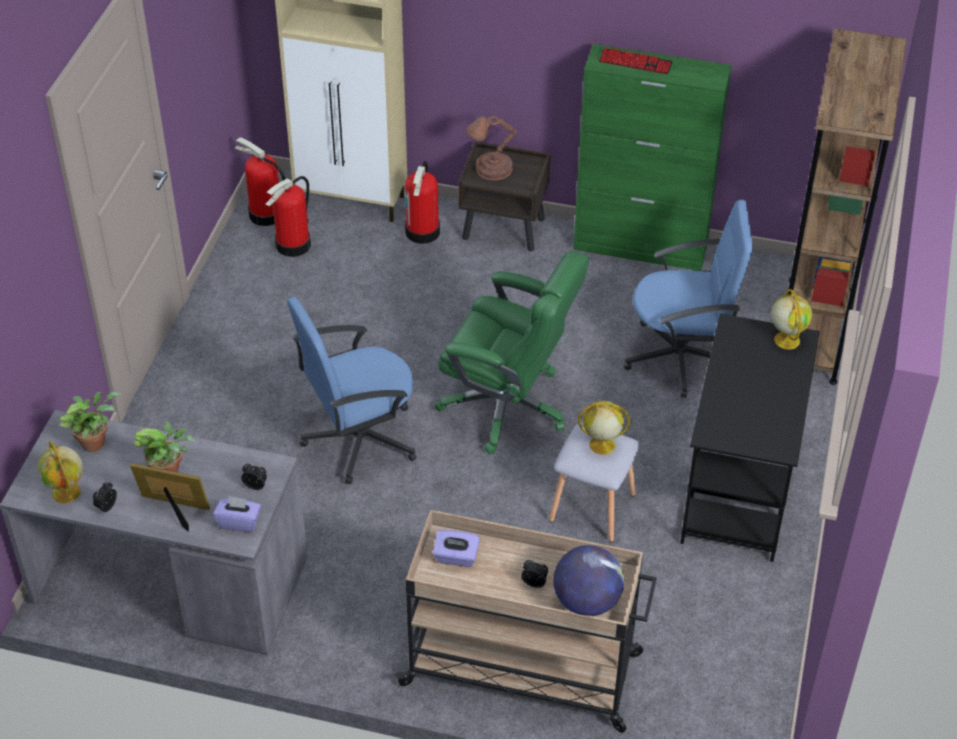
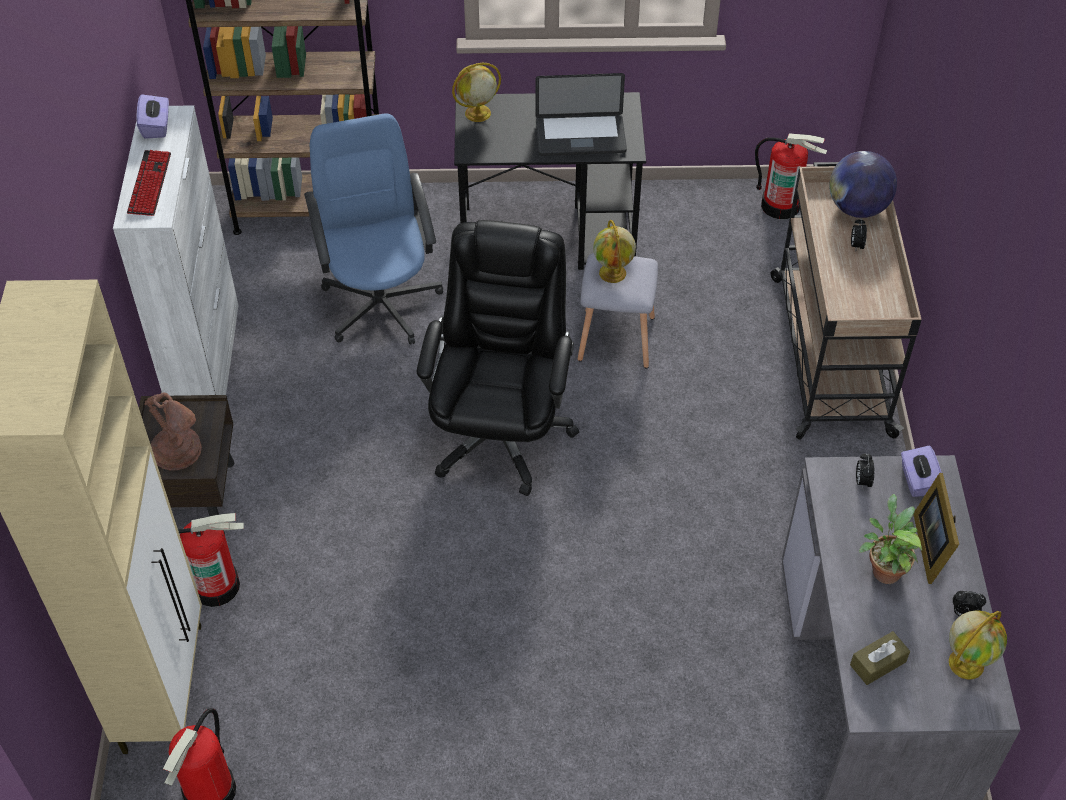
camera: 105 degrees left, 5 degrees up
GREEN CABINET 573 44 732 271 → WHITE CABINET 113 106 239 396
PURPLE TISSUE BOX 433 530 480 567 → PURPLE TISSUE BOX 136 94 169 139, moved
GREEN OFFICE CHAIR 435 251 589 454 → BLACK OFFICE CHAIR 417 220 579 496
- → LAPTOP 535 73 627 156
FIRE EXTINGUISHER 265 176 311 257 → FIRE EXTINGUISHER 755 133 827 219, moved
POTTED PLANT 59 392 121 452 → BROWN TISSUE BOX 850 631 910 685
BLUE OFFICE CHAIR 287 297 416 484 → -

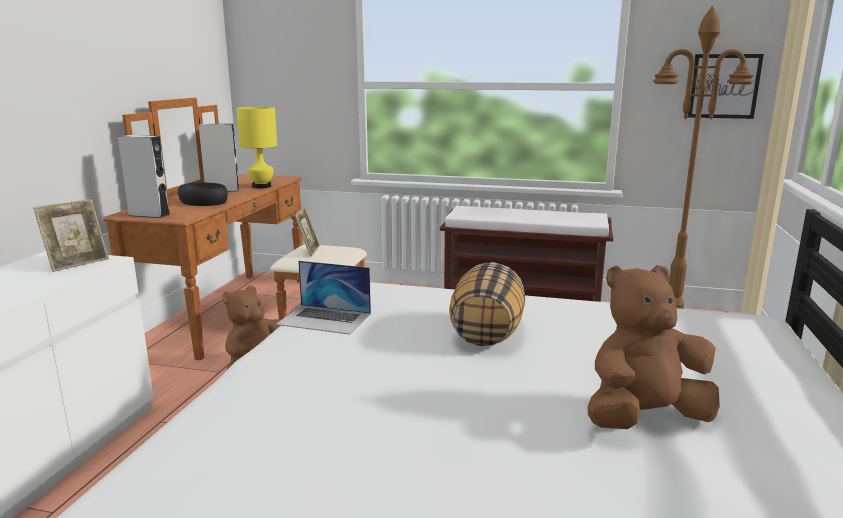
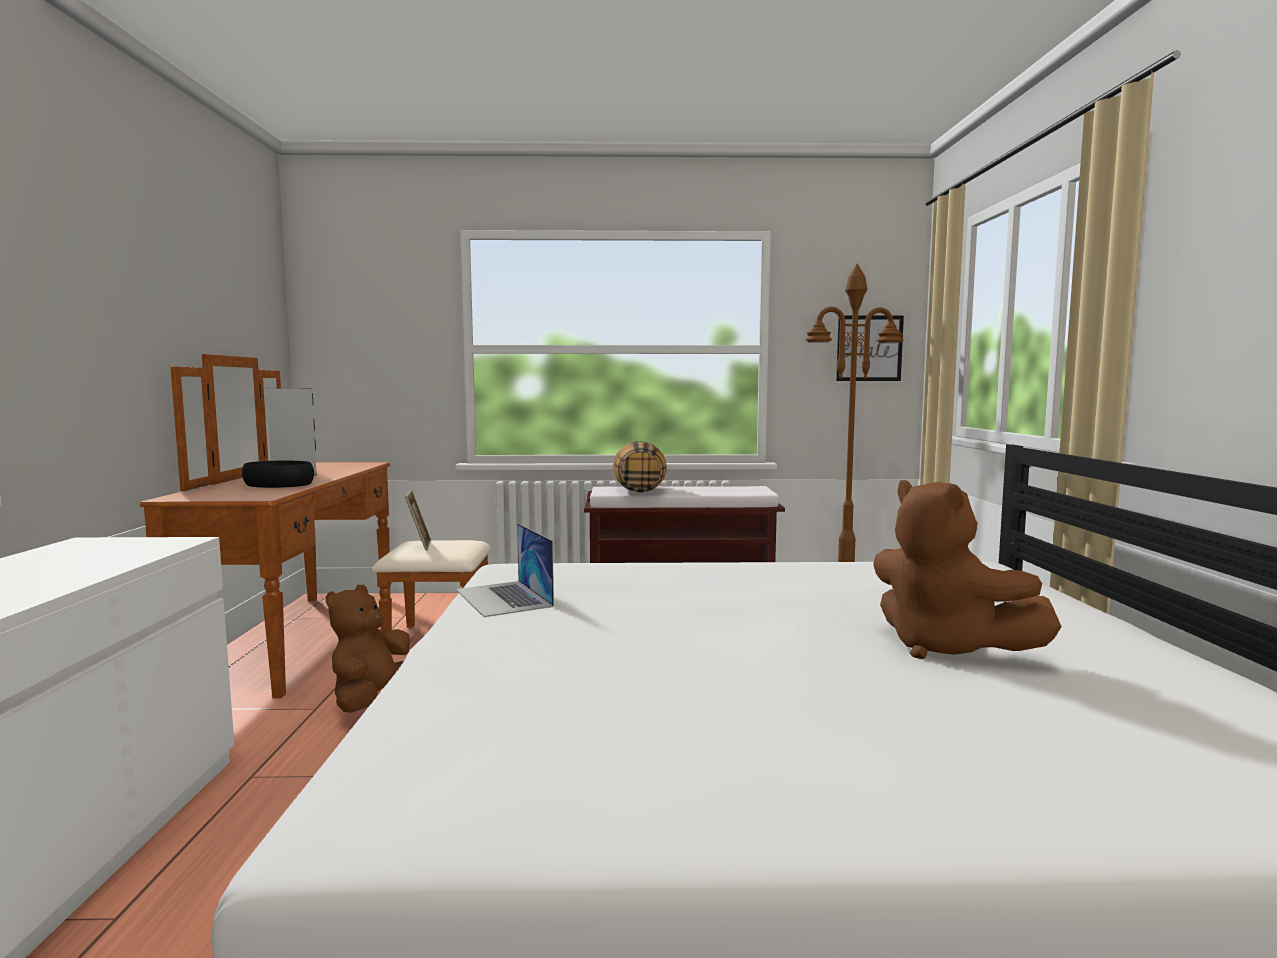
camera: 15 degrees left, 10 degrees down
LAPTOP 276 261 371 335 → LAPTOP 456 523 554 617, 60 degrees clockwise
PILLOW 449 262 525 346 → PILLOW 613 441 667 493, moved
BROWN PLUSH TOY 588 265 720 429 → BROWN PLUSH TOY 873 480 1062 659, 90 degrees counterclockwise
PICTURE FRAME 33 199 109 272 → -
GREY SPEAKER 118 135 170 218 → -
YELLOW TABLE LAMP 236 107 277 189 → -

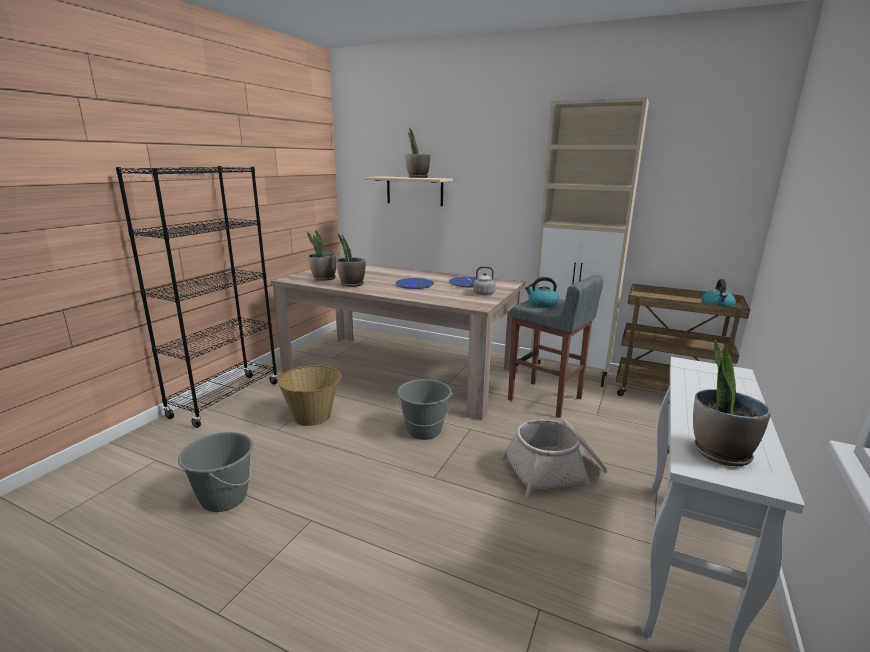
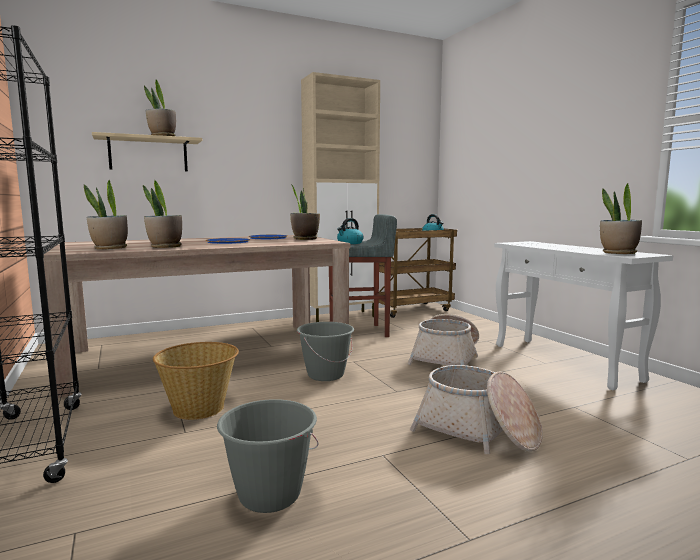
camera: 50 degrees left, 10 degrees down
GREY KETTLE 467 266 496 295 → POTTED PLANT 290 184 320 240
- → BASKET 410 365 543 454

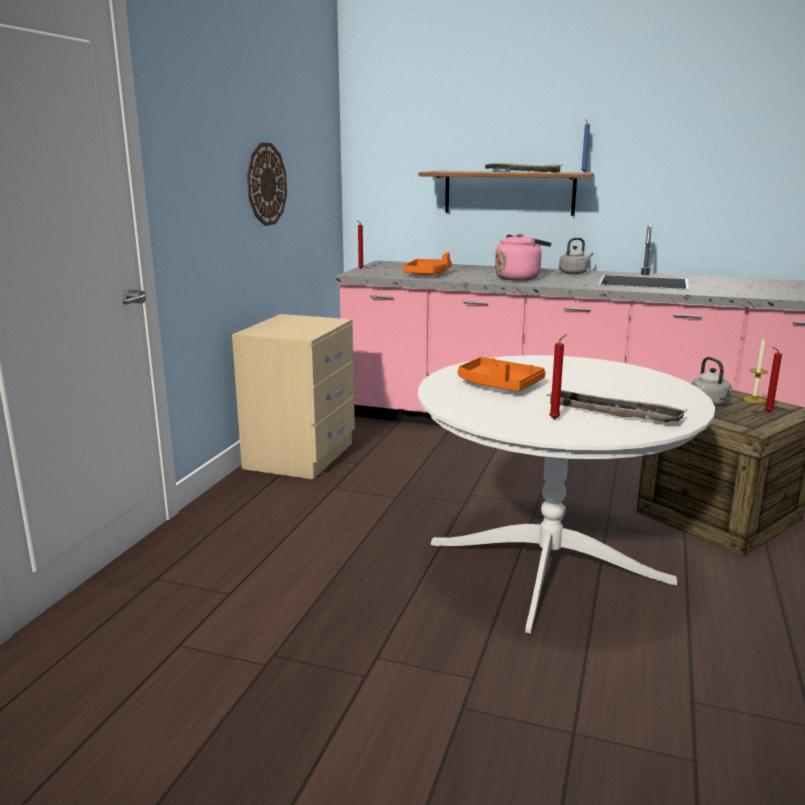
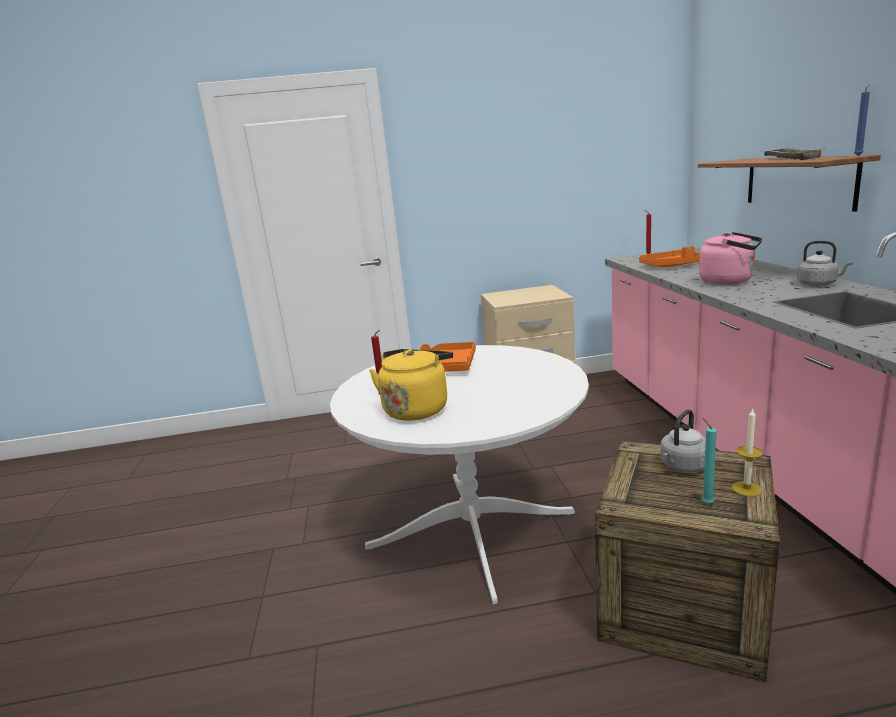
camera: 65 degrees right, 0 degrees up
TRAY 546 390 687 422 → YELLOW KETTLE 369 349 453 421
RED CANDLE 765 347 782 412 → TURQUOISE CANDLE 702 418 717 504
WALL CLOCK 247 143 287 226 → -

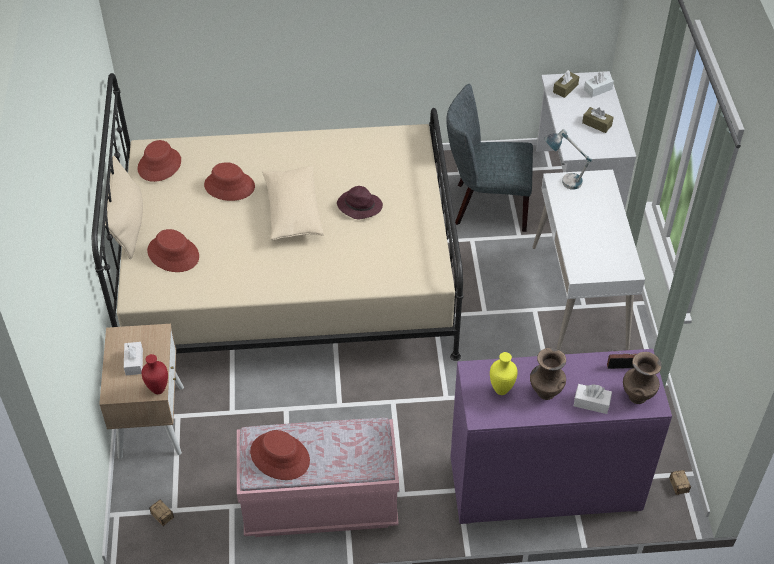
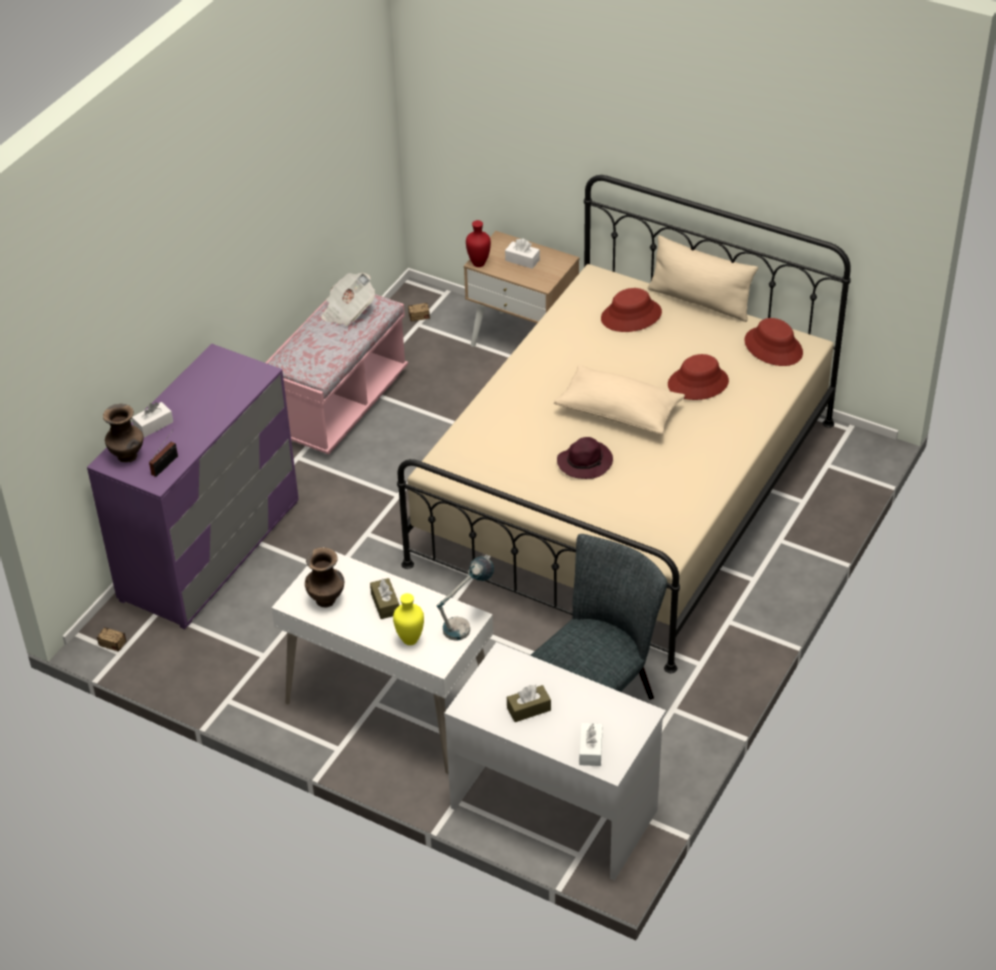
camera: 125 degrees right, 5 degrees down
BROWN VASE 530 348 566 400 → BROWN VASE 305 547 344 608, moved
RED HAT 250 430 310 480 → NEWSPAPER 321 273 375 326
BROWN TISSUE BOX 553 70 579 98 → BROWN TISSUE BOX 370 578 399 619, moved
YELLOW VASE 490 352 518 395 → YELLOW VASE 393 593 424 645, moved

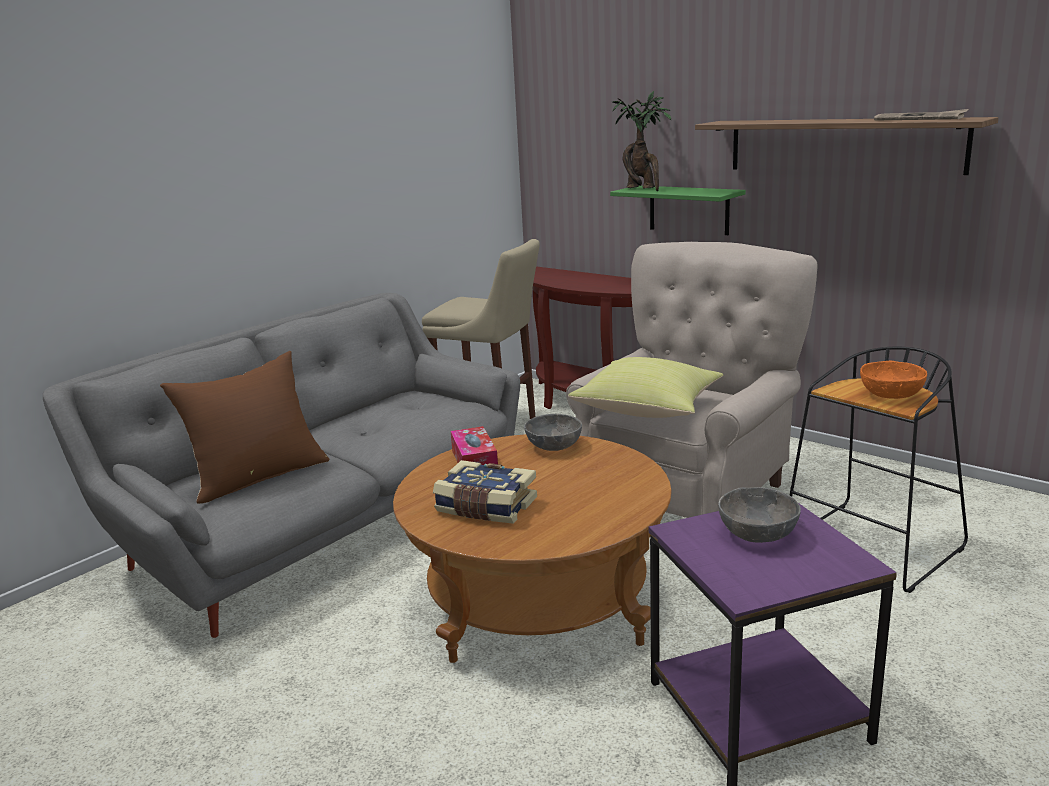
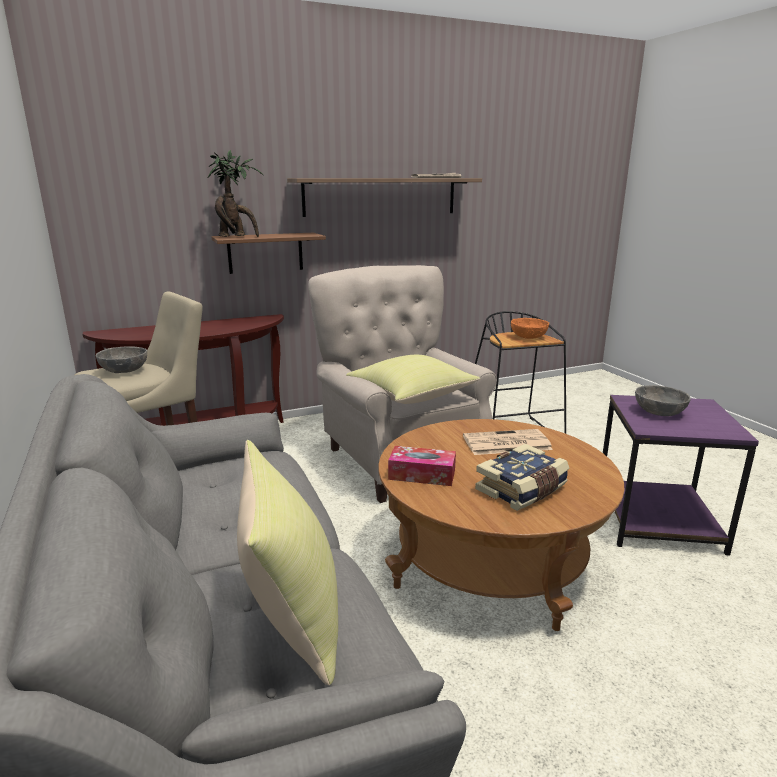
camera: 65 degrees left, 0 degrees up
GREY BOWL 524 414 582 451 → GREY BOWL 96 347 147 373, moved
GREEN SHELF 610 186 746 235 → BROWN SHELF 211 233 326 274
BROWN PILLOW 160 351 329 504 → YELLOW PILLOW 237 440 338 685
- → NEWSPAPER 463 429 553 455

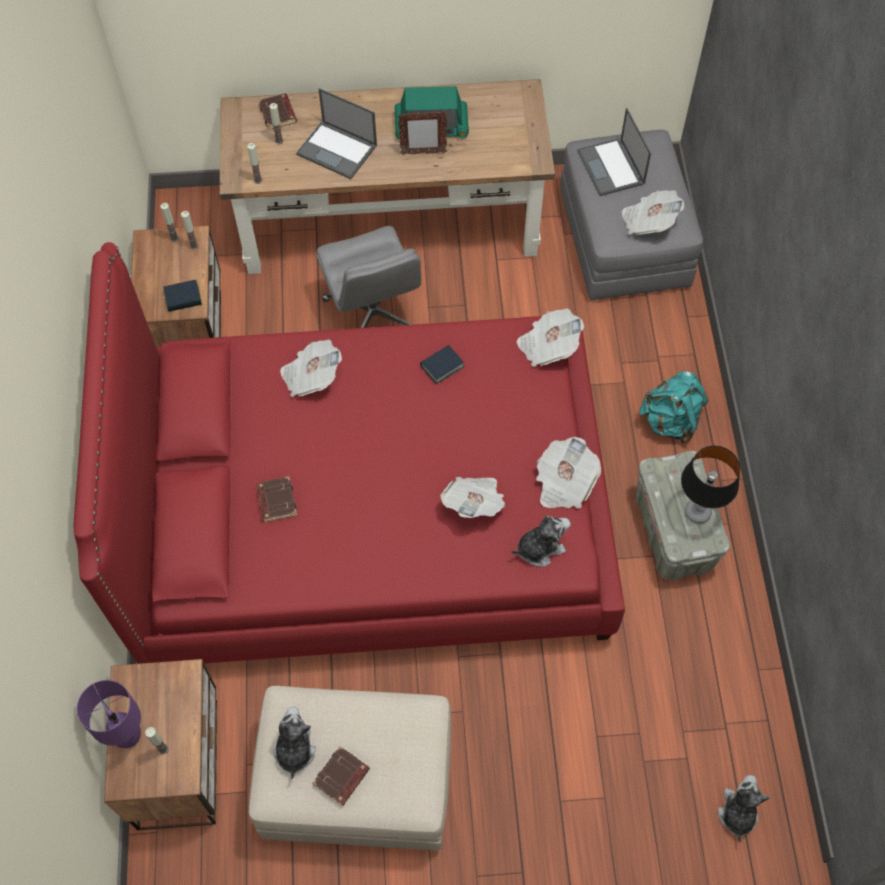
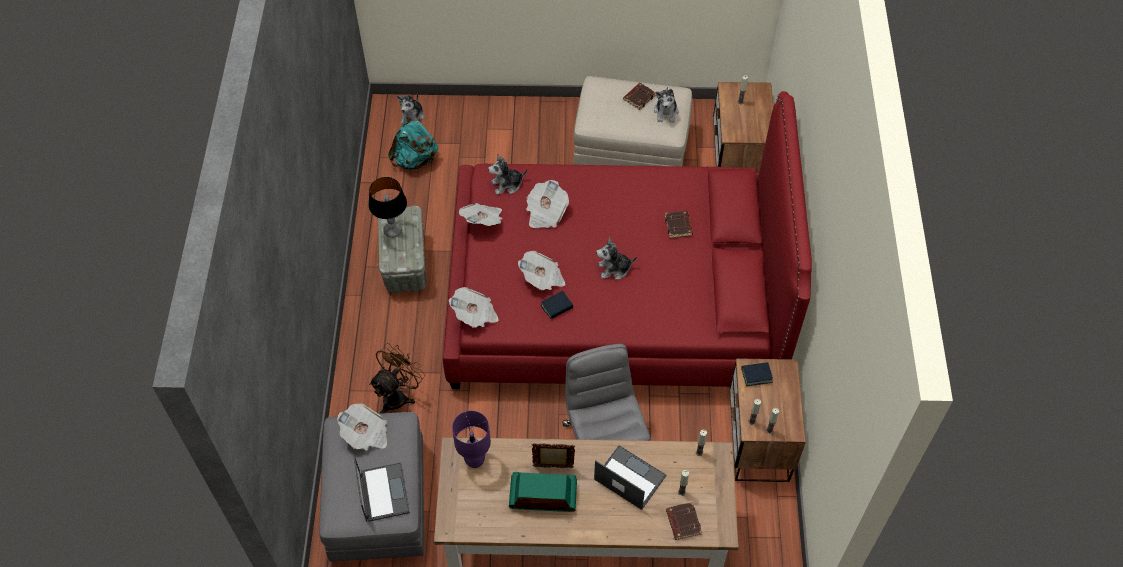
camera: 175 degrees left, 5 degrees down
- → BROWN FAN 369 343 425 414
TURQUOISE BACKPACK 639 371 708 444 → TURQUOISE BACKPACK 388 118 438 170, moved
PURPLE TABLE LAMP 77 680 141 748 → PURPLE TABLE LAMP 452 411 491 468, moved
NEWSPAPER 280 339 342 397 → NEWSPAPER 518 251 565 291, moved
- → PLUSH TOY 596 237 637 280

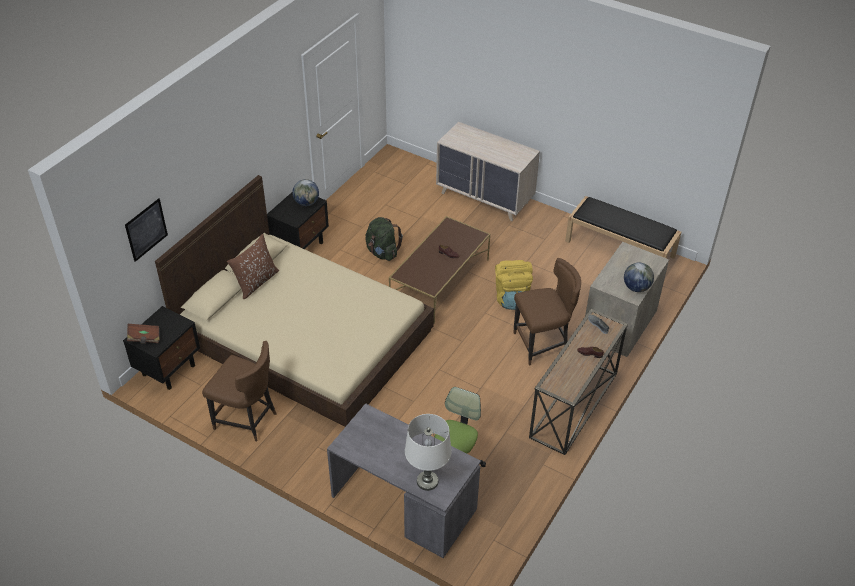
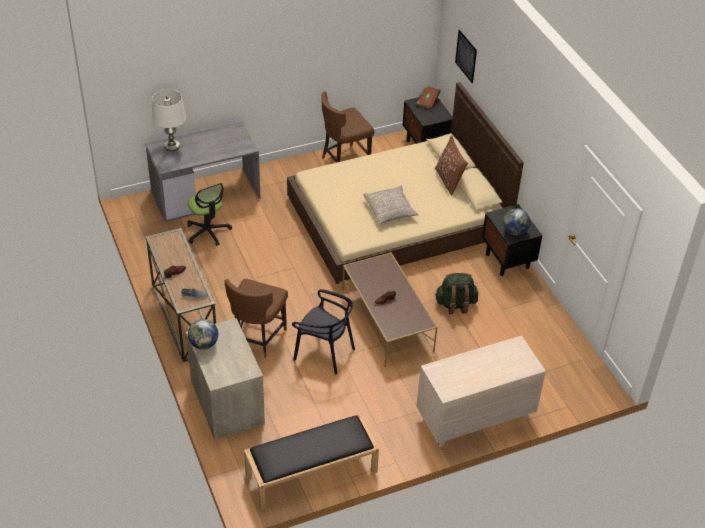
camera: 125 degrees right, 0 degrees up
YELLOW BACKPACK 495 260 533 310 → BLACK CHAIR 292 289 355 374
- → GREY PILLOW 363 186 419 224

